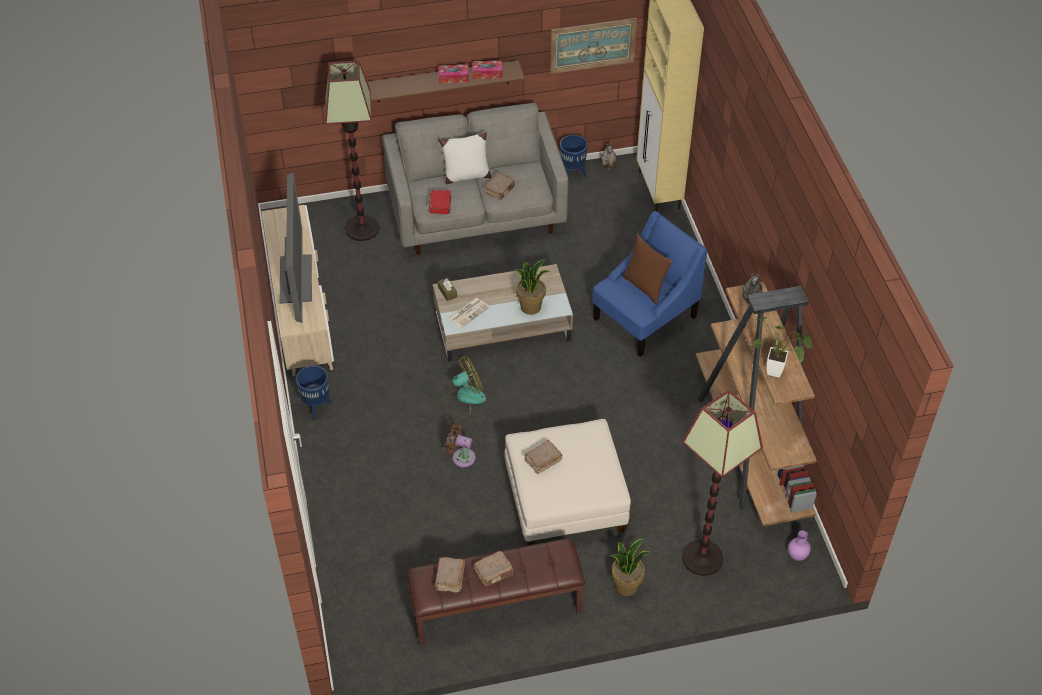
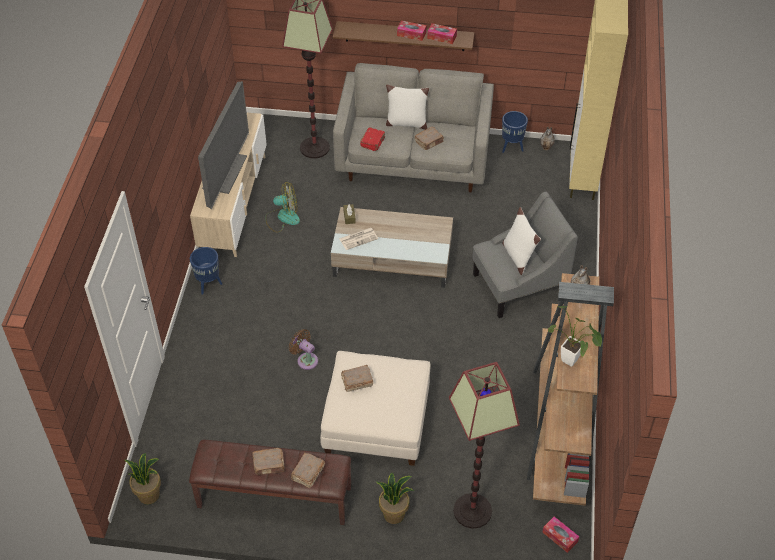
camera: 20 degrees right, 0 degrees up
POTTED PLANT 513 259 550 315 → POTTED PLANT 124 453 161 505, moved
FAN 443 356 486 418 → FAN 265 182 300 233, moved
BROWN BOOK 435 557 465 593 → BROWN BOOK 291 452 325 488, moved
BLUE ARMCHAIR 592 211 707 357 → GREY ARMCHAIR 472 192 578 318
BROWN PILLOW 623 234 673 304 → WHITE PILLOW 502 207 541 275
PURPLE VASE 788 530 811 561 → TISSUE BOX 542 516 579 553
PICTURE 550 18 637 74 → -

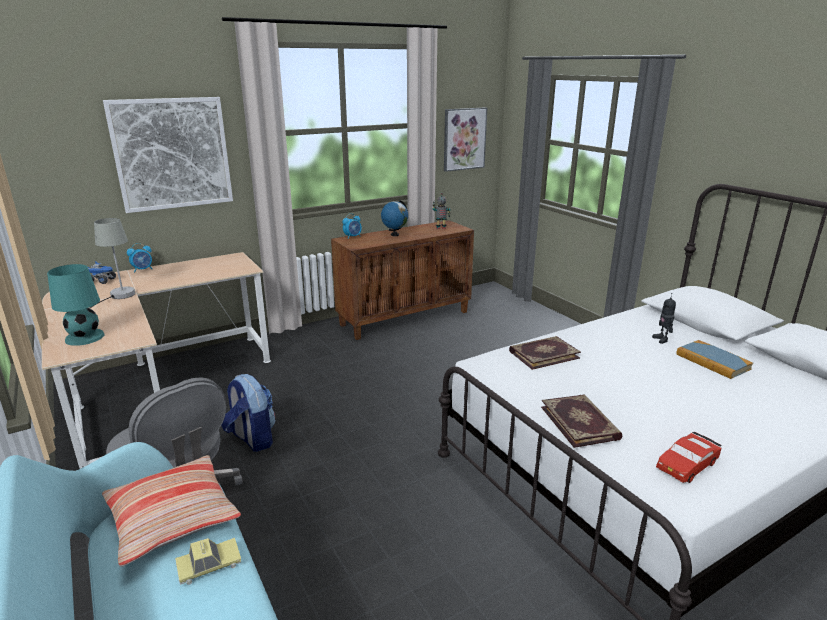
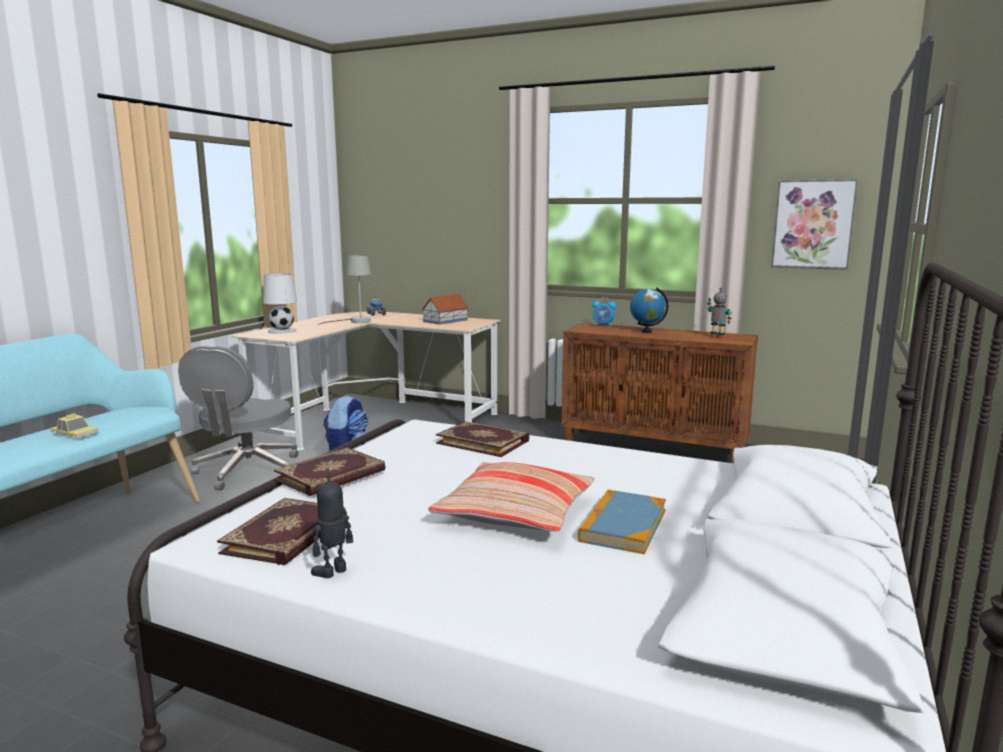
camera: 55 degrees right, 10 degrees down
RED TOY CAR 656 432 722 483 → BOOK 217 498 347 566
TURQUOISE TABLE LAMP 47 264 105 346 → WHITE TABLE LAMP 263 273 297 334
TOY ROBOT 652 293 676 344 → TOY ROBOT 311 468 353 578, moved
- → TOY HOUSE 421 294 469 325
PILLOW 102 455 241 567 → PILLOW 428 462 595 532, moved
PICTURE 103 97 233 213 → -
ALARM CLOCK 127 243 152 273 → -

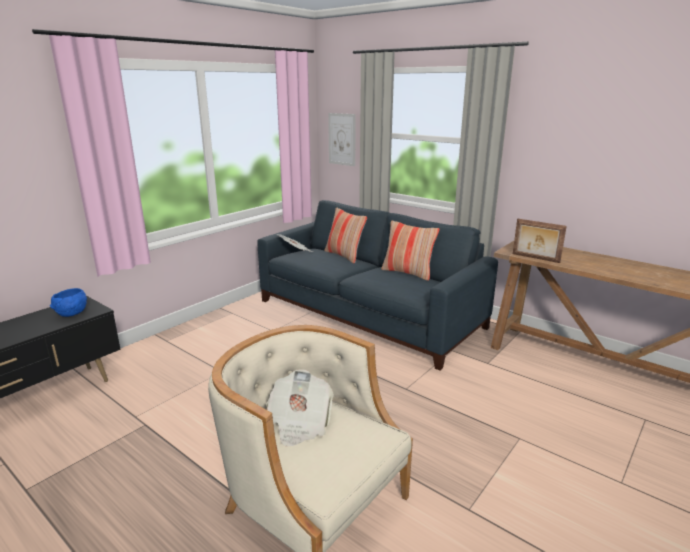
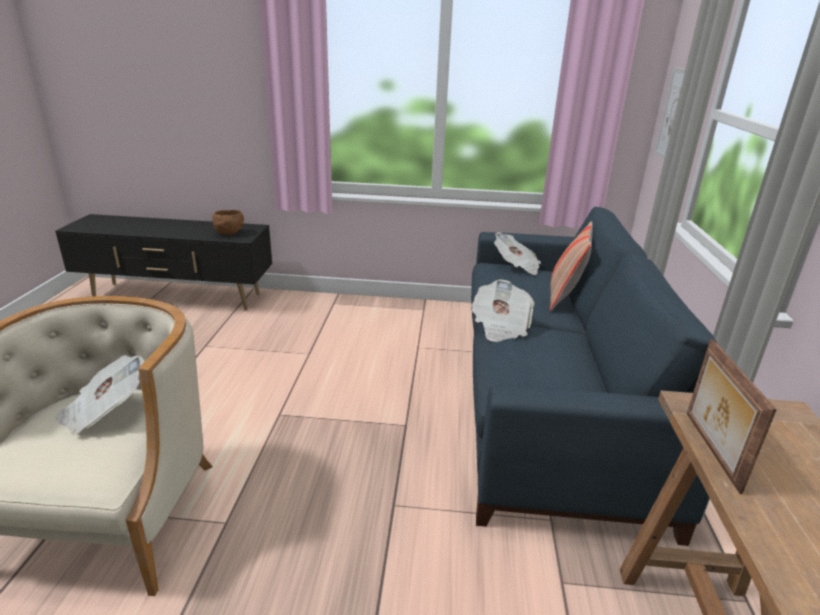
camera: 55 degrees right, 5 degrees up
BLUE BOWL 50 288 87 317 → BROWN BOWL 213 210 244 235
- → NEWSPAPER 471 280 534 342
PILLOW 381 221 439 281 → -

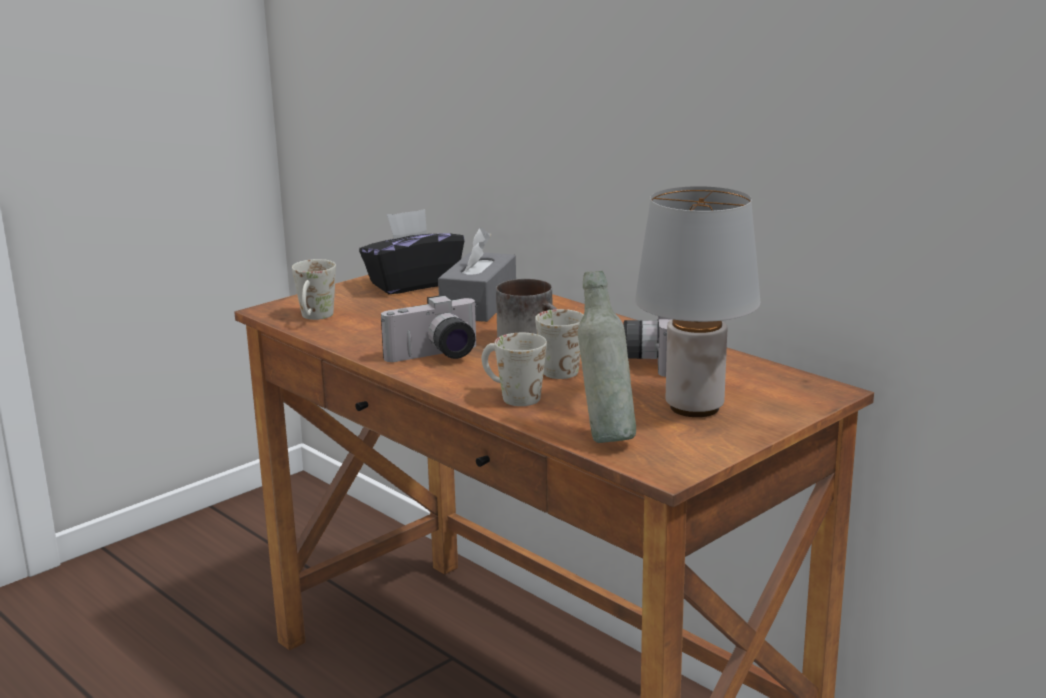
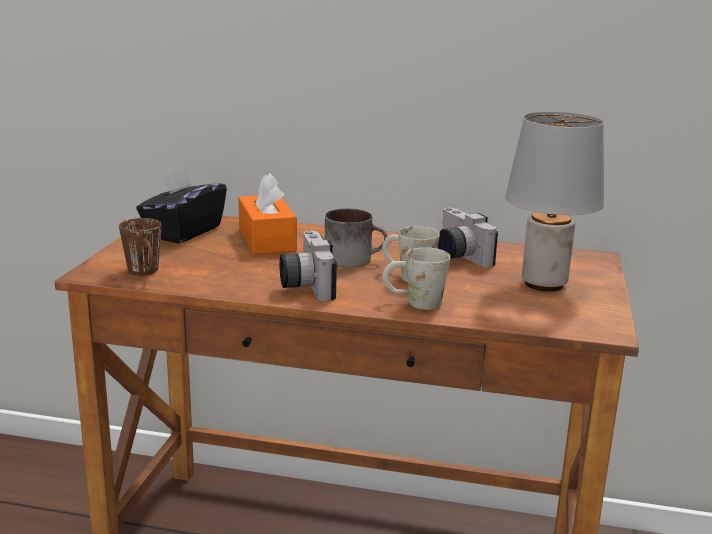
camera: 35 degrees left, 0 degrees up
WHITE MUG 292 259 336 320 → BROWN MUG 119 218 162 275
GREY TISSUE BOX 438 227 516 322 → ORANGE TISSUE BOX 238 173 297 255
PHOTO CAMERA 381 295 478 362 → PHOTO CAMERA 280 231 337 301, 135 degrees clockwise
GREY BOTTLE 578 271 636 443 → -

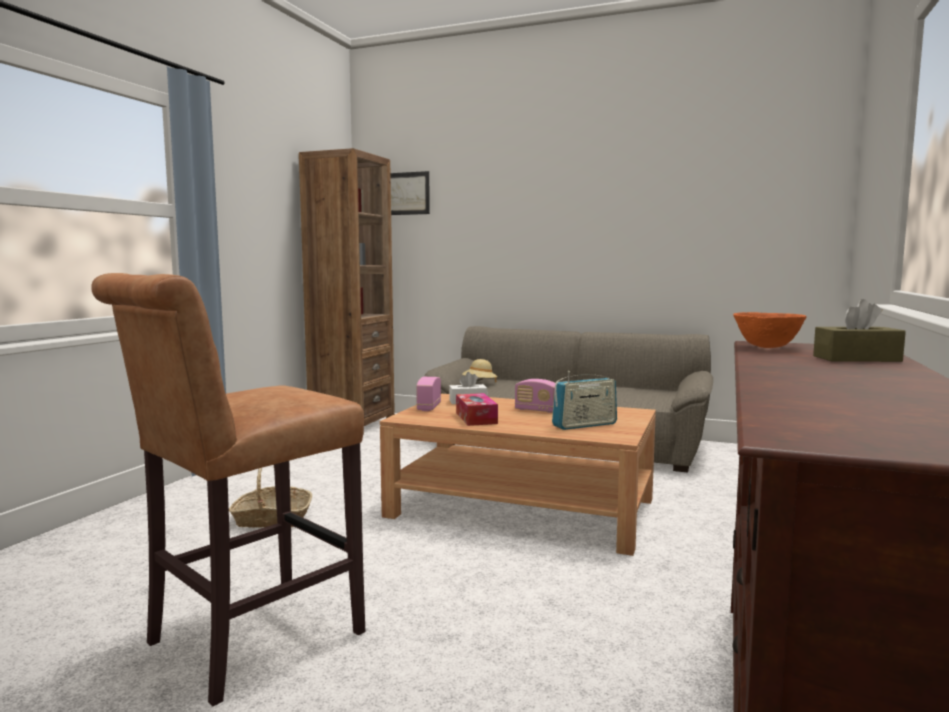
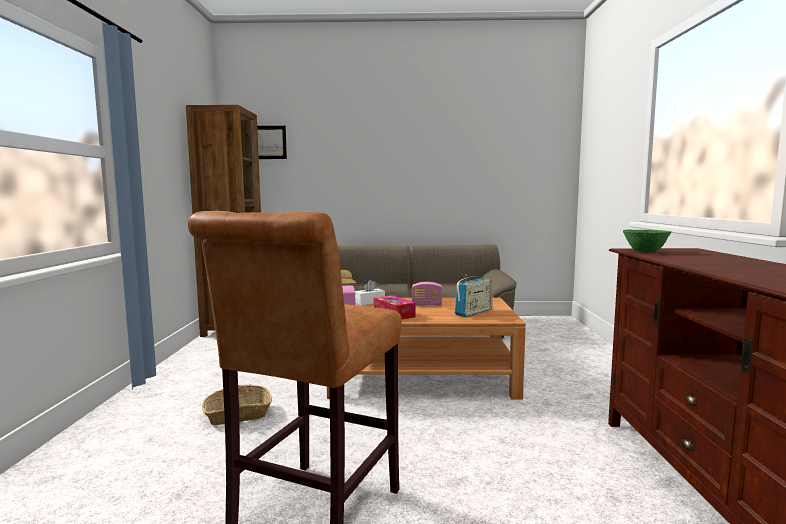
camera: 20 degrees left, 0 degrees up
ORANGE BOWL 733 312 807 348 → GREEN BOWL 623 230 672 253
BROWN TISSUE BOX 813 299 906 362 → -

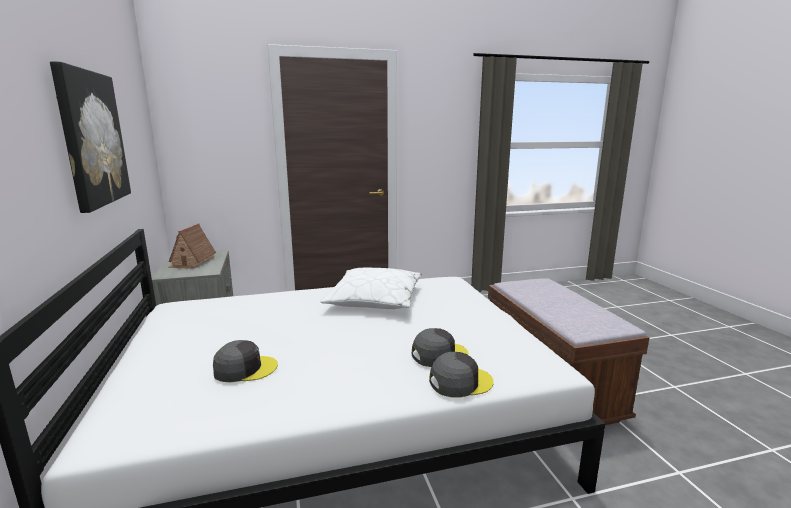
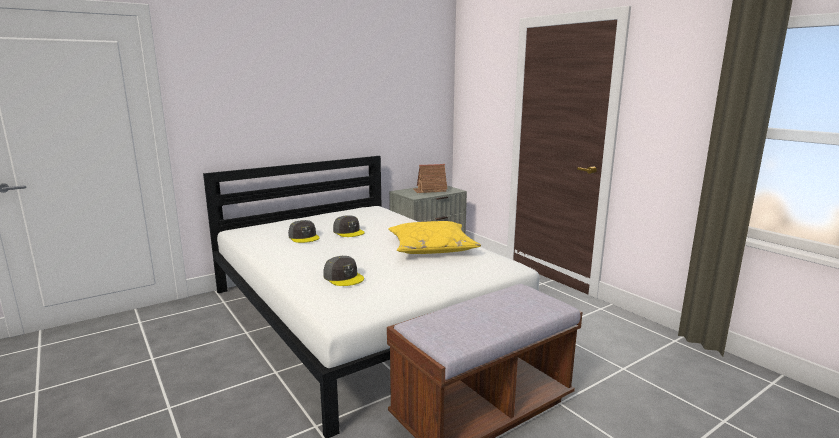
camera: 70 degrees right, 0 degrees up
GREY CAP 429 352 494 398 → GREY CAP 333 215 365 237, moved
WHITE PILLOW 320 268 422 309 → YELLOW PILLOW 388 221 481 254
PICTURE 50 61 131 213 → -

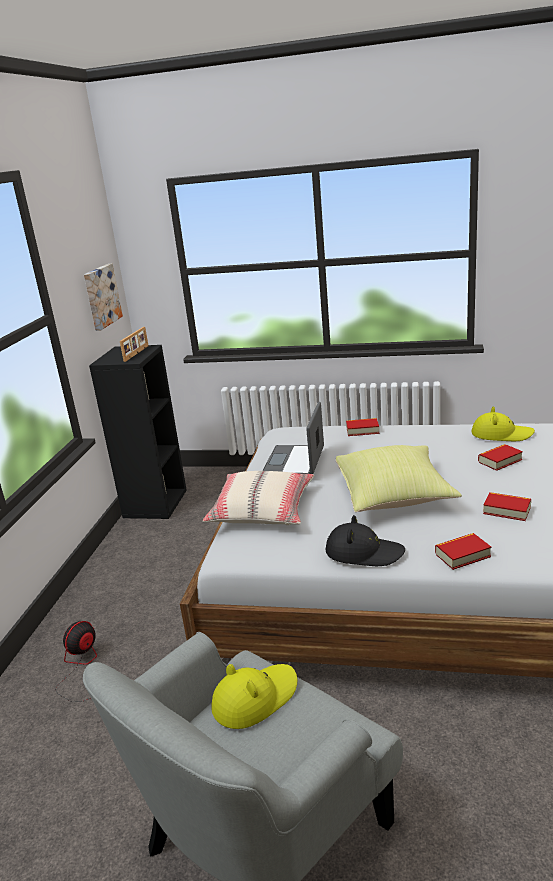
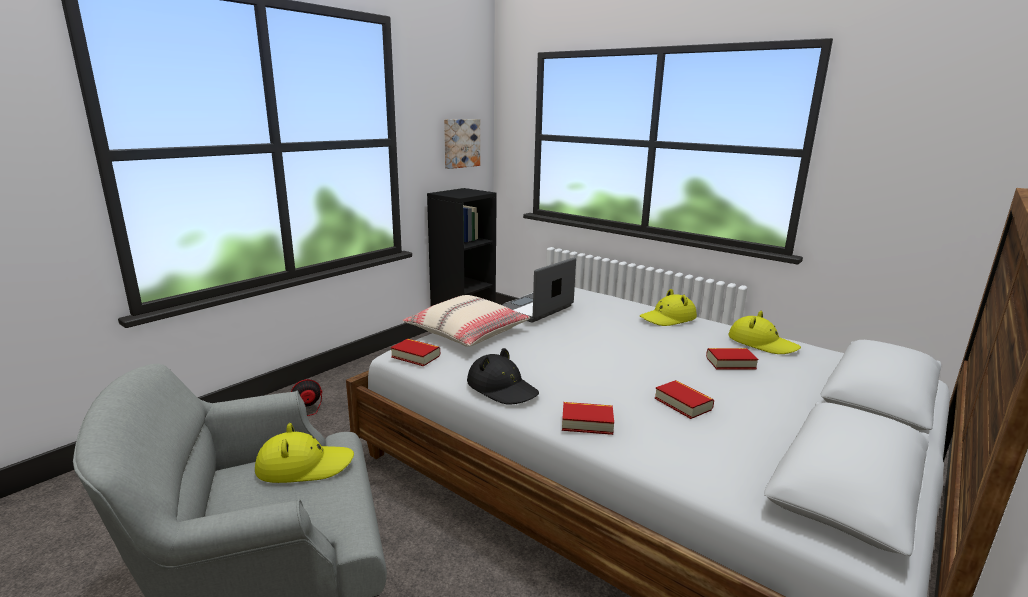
camera: 25 degrees right, 5 degrees down
BOOK 346 418 379 436 → BOOK 391 339 440 366, moved
- → YELLOW HAT 640 289 697 326
PICTURE FRAME 120 327 149 362 → -
YELLOW PILLOW 336 445 462 512 → -

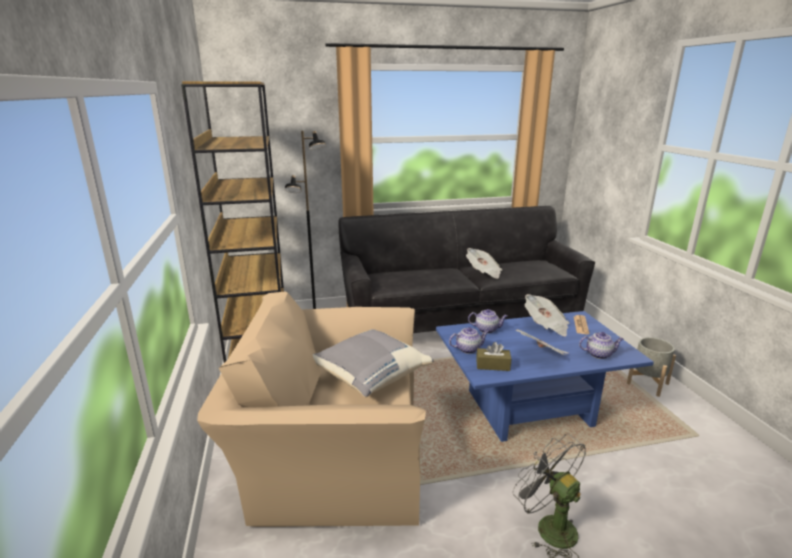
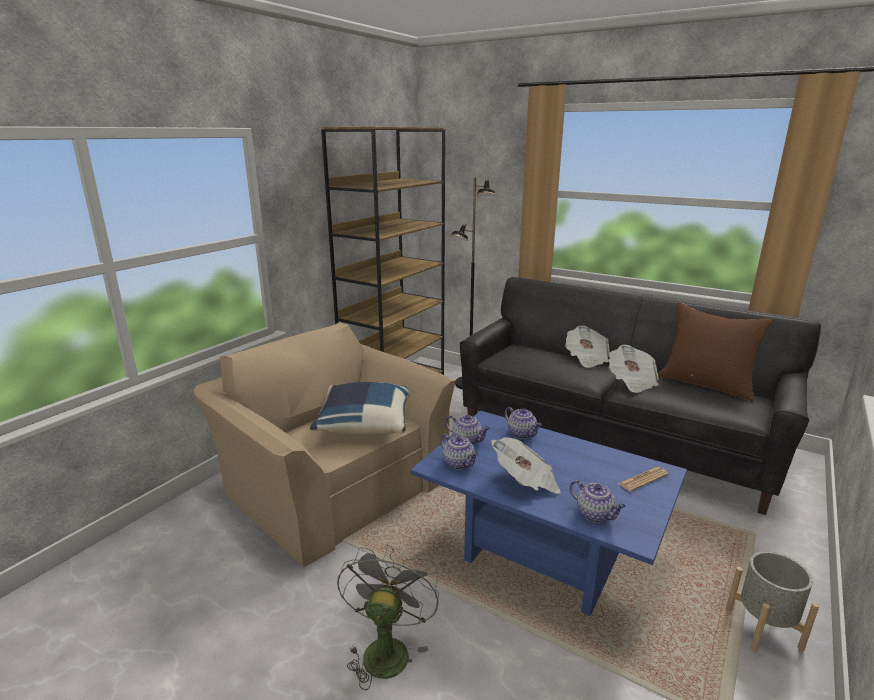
camera: 45 degrees right, 0 degrees up
GREY PILLOW 313 329 434 397 → BLUE PILLOW 310 382 410 435
BROWN TISSUE BOX 476 342 511 371 → TEAPOT 440 434 479 469
NEWSPAPER 525 294 569 336 → NEWSPAPER 565 326 610 368, moved
- → BROWN PILLOW 658 302 773 402

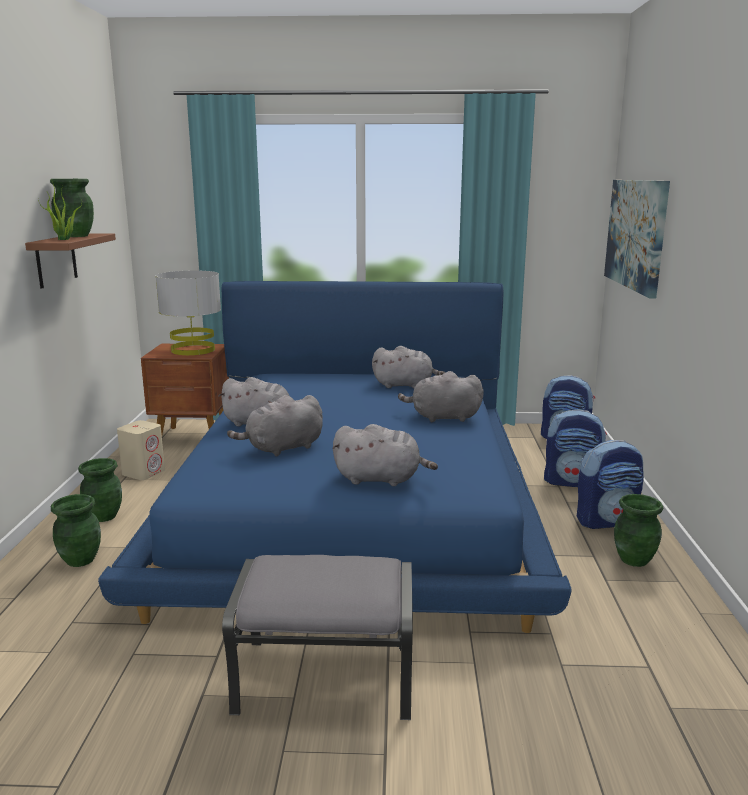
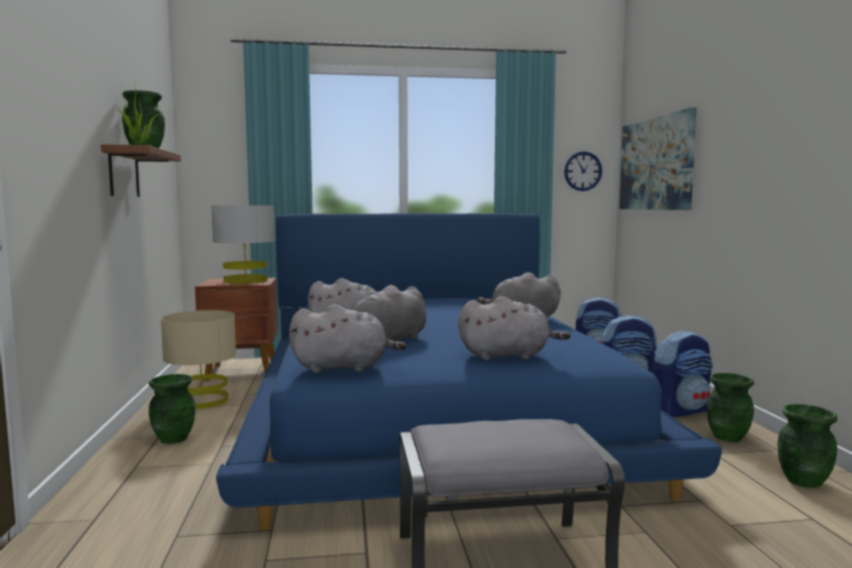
camera: 10 degrees left, 10 degrees down
BEIGE SPEAKER 117 420 165 480 → BEIGE TABLE LAMP 161 310 236 409
GREY PLUSH TOY 372 346 445 388 → GREY PLUSH TOY 289 304 407 373, moved
- → WALL CLOCK 564 151 602 191
GREEN VASE 51 494 101 567 → GREEN VASE 778 404 837 488, moved

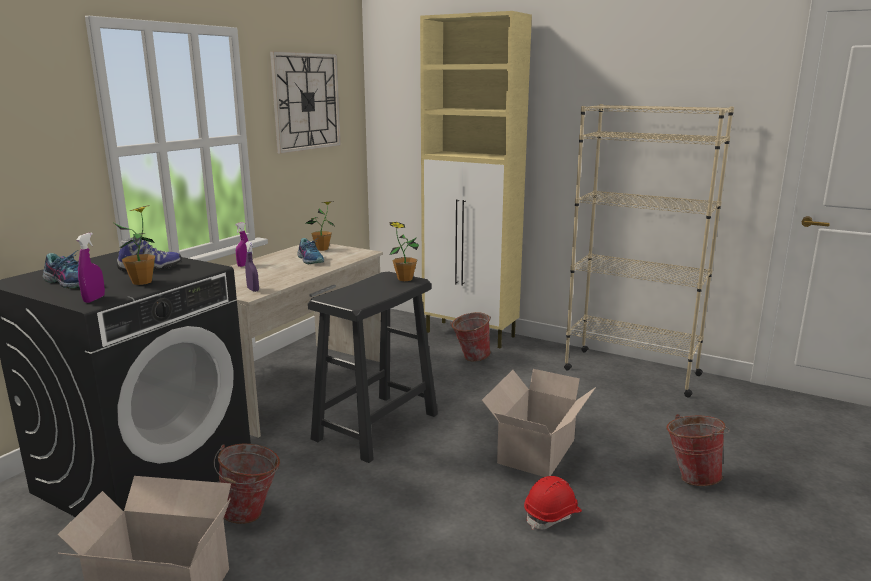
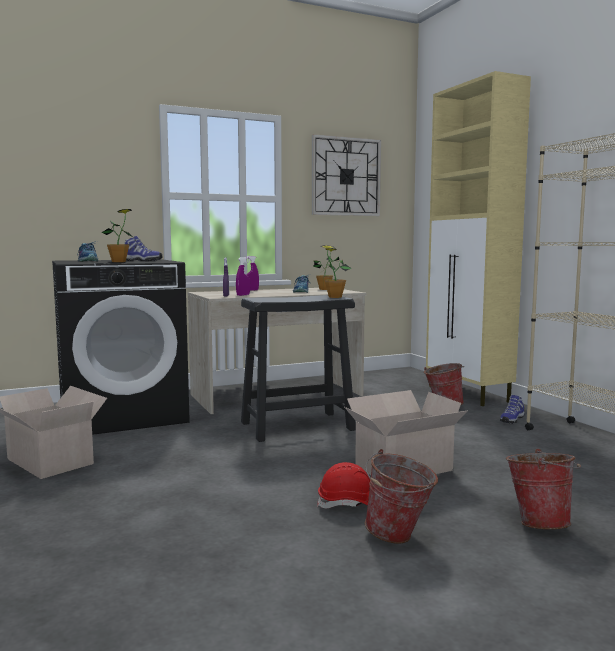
camera: 35 degrees right, 10 degrees down
PURPLE SPRAY BOTTLE 76 232 105 303 → PURPLE SPRAY BOTTLE 236 257 250 296, moved
BUCKET 214 444 280 524 → BUCKET 365 449 438 544, moved
- → SHOE 500 395 524 424

